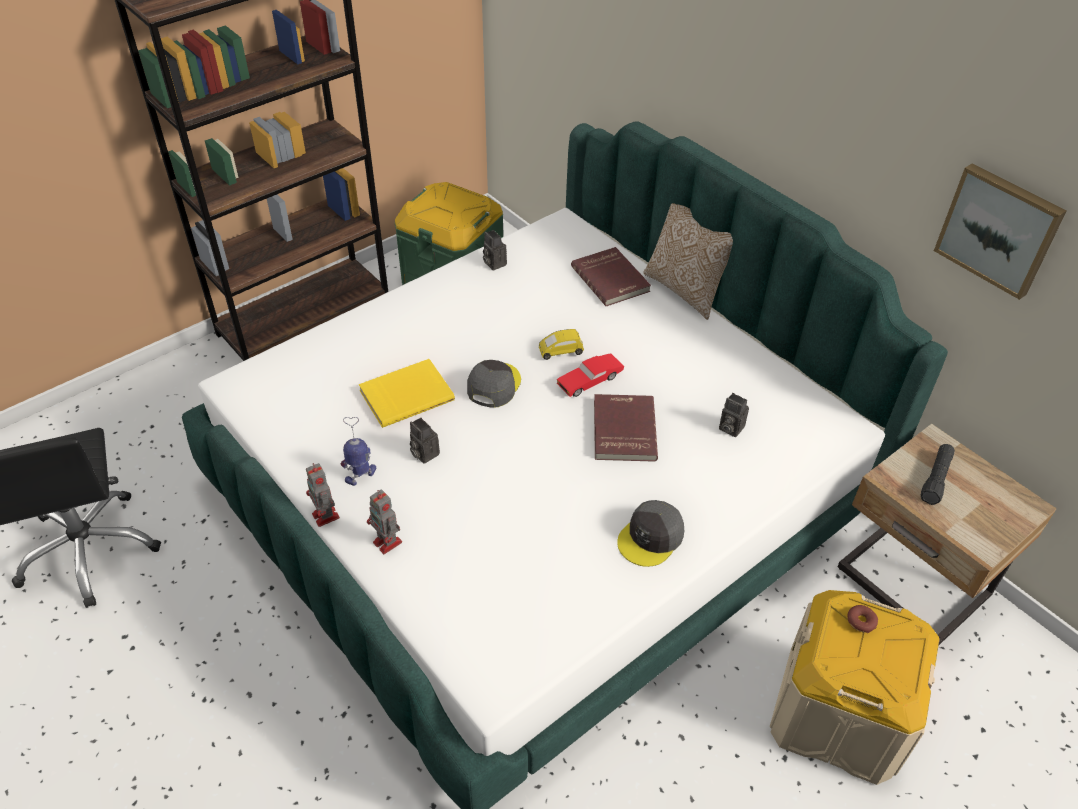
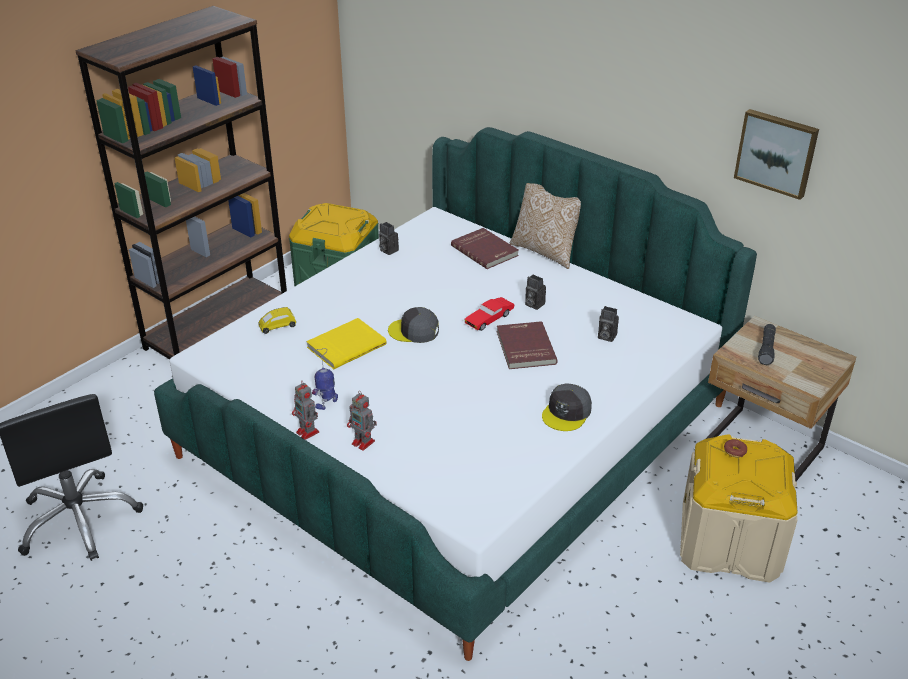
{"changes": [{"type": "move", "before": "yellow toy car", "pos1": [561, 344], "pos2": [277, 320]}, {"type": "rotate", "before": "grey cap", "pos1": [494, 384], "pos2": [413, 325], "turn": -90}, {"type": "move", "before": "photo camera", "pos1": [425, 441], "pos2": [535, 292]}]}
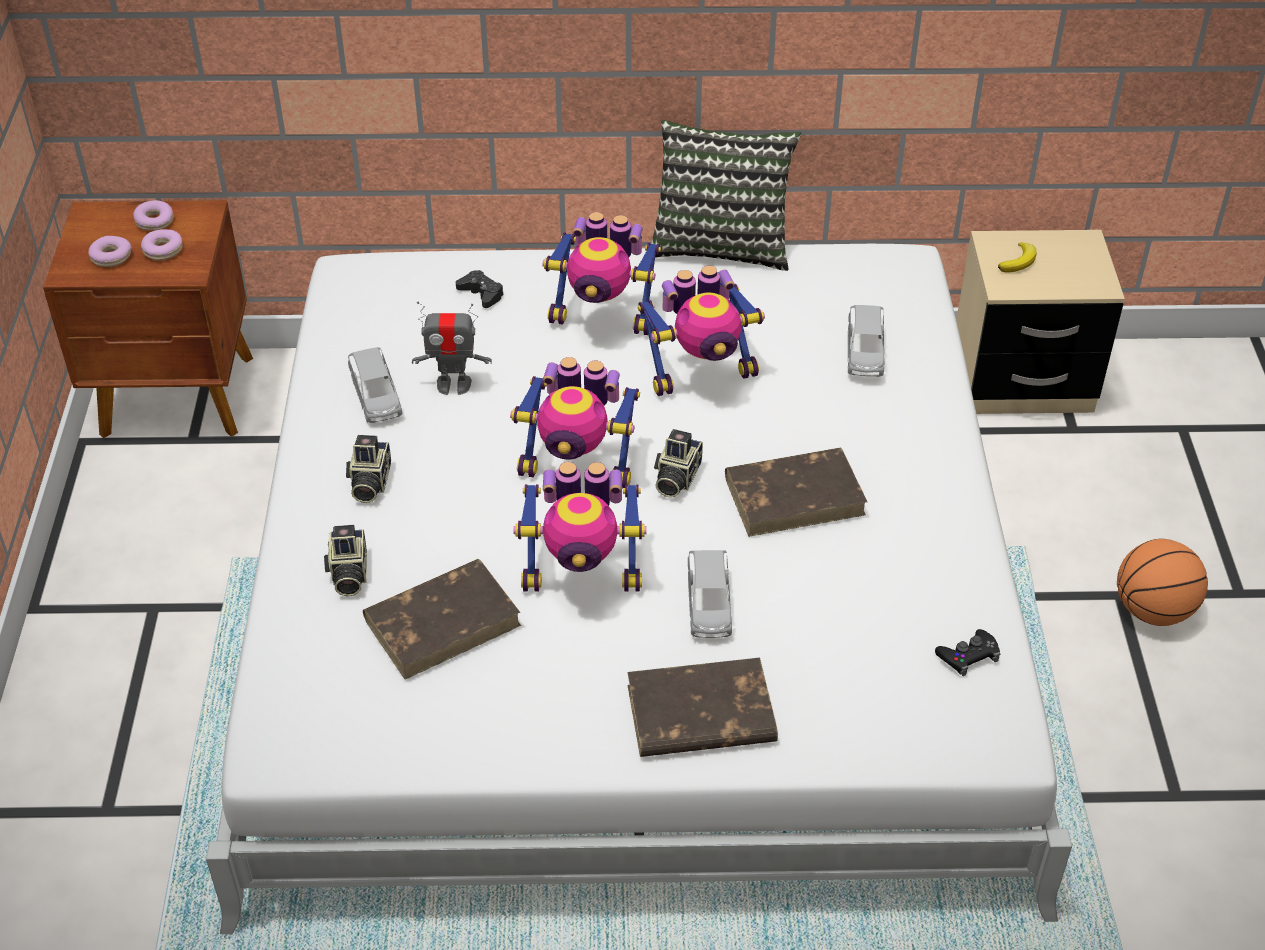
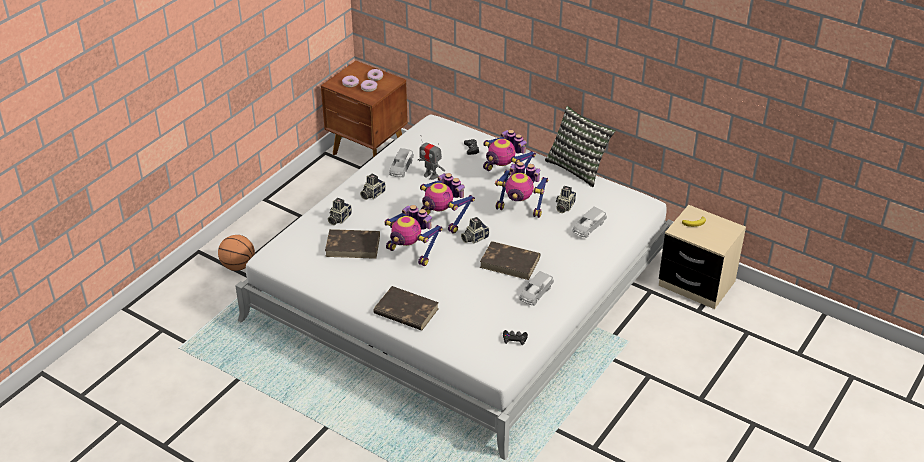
{"changes": [{"type": "move", "before": "basketball", "pos1": [1162, 582], "pos2": [236, 253]}, {"type": "move", "before": "grey toy car", "pos1": [710, 594], "pos2": [536, 288]}, {"type": "insert", "after": "photo camera", "pos2": [566, 199]}]}
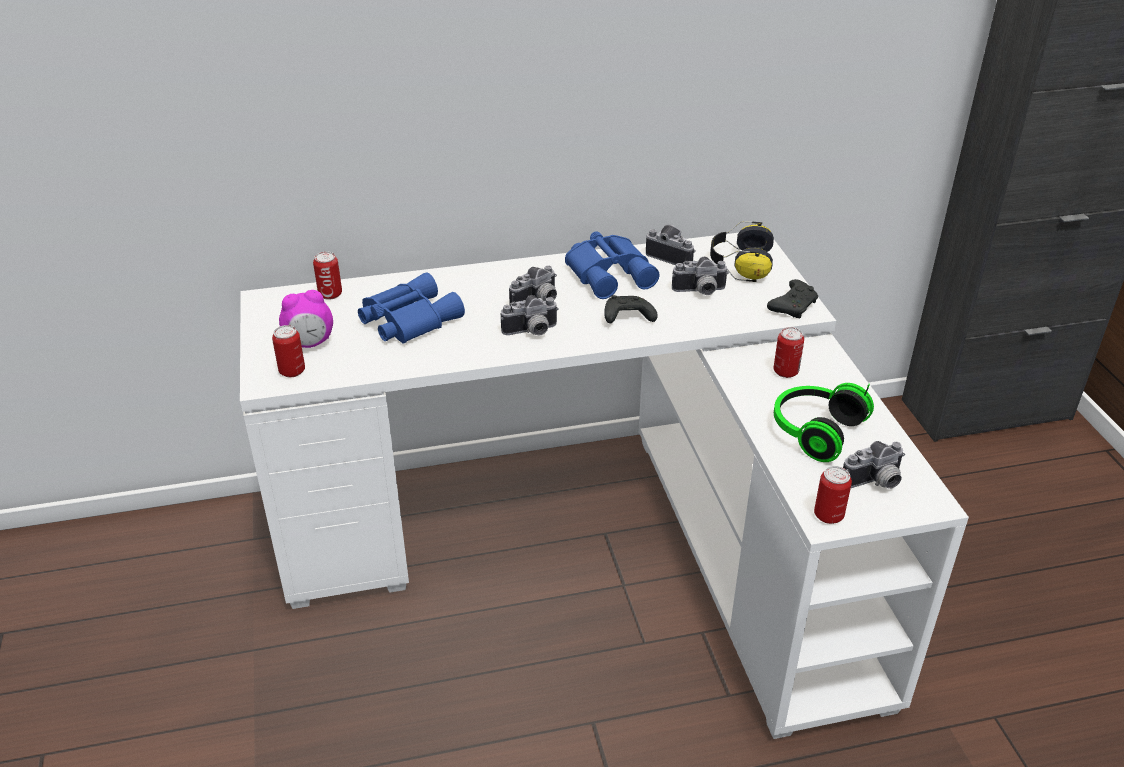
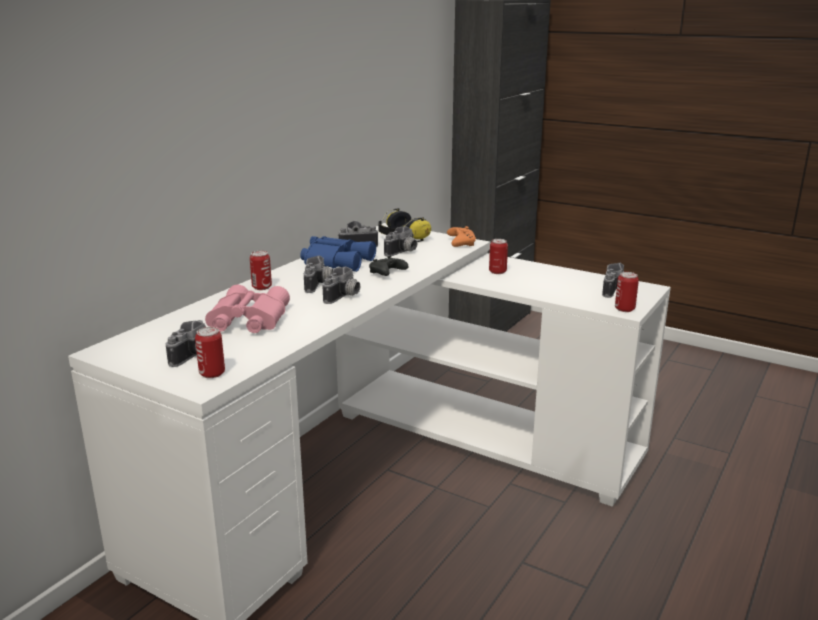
{"changes": [{"type": "replace", "before": "alarm clock", "after": "photo camera", "pos1": [306, 319], "pos2": [186, 343]}, {"type": "recolor", "before": "blue binoculars", "after": "pink binoculars", "pos1": [411, 308], "pos2": [247, 309]}, {"type": "move", "before": "can", "pos1": [327, 276], "pos2": [261, 270]}, {"type": "recolor", "before": "black game controller", "after": "orange game controller", "pos1": [792, 298], "pos2": [461, 236]}, {"type": "delete", "before": "headphones", "pos1": [824, 422]}]}
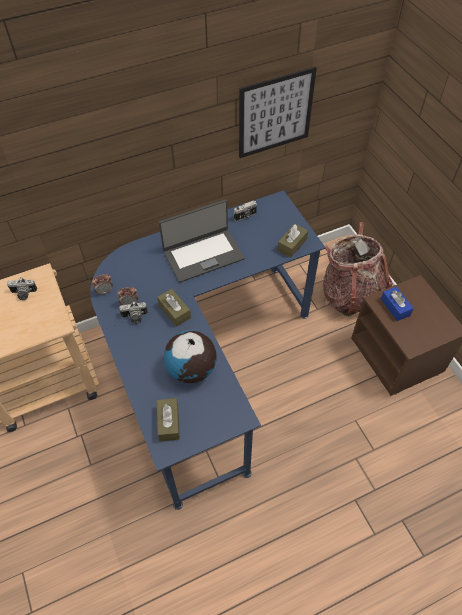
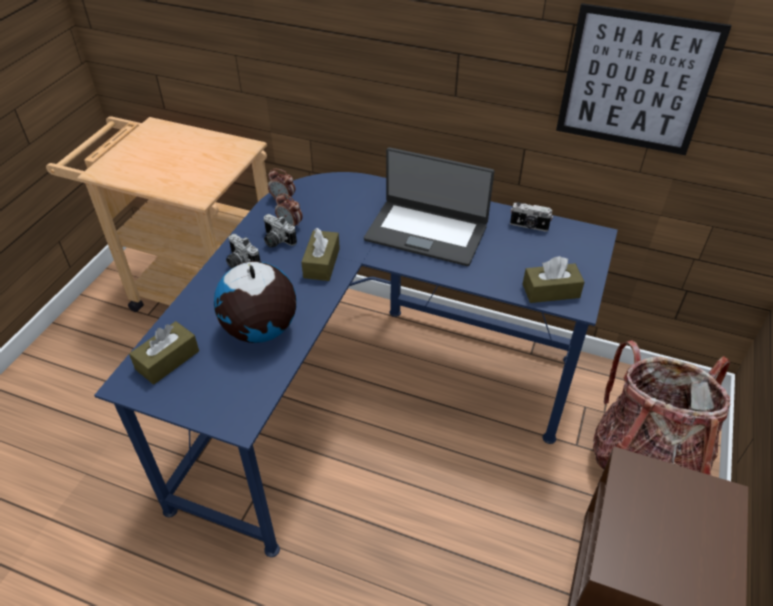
{"changes": [{"type": "move", "before": "photo camera", "pos1": [22, 289], "pos2": [243, 251]}, {"type": "delete", "before": "blue tissue box", "pos1": [397, 303]}]}
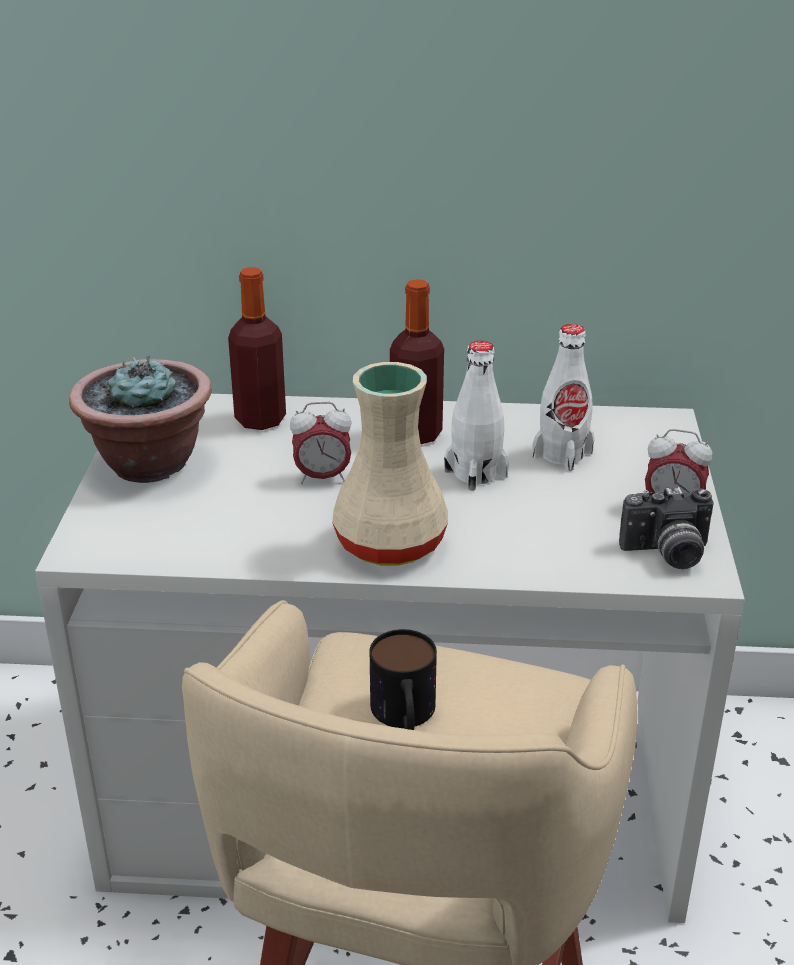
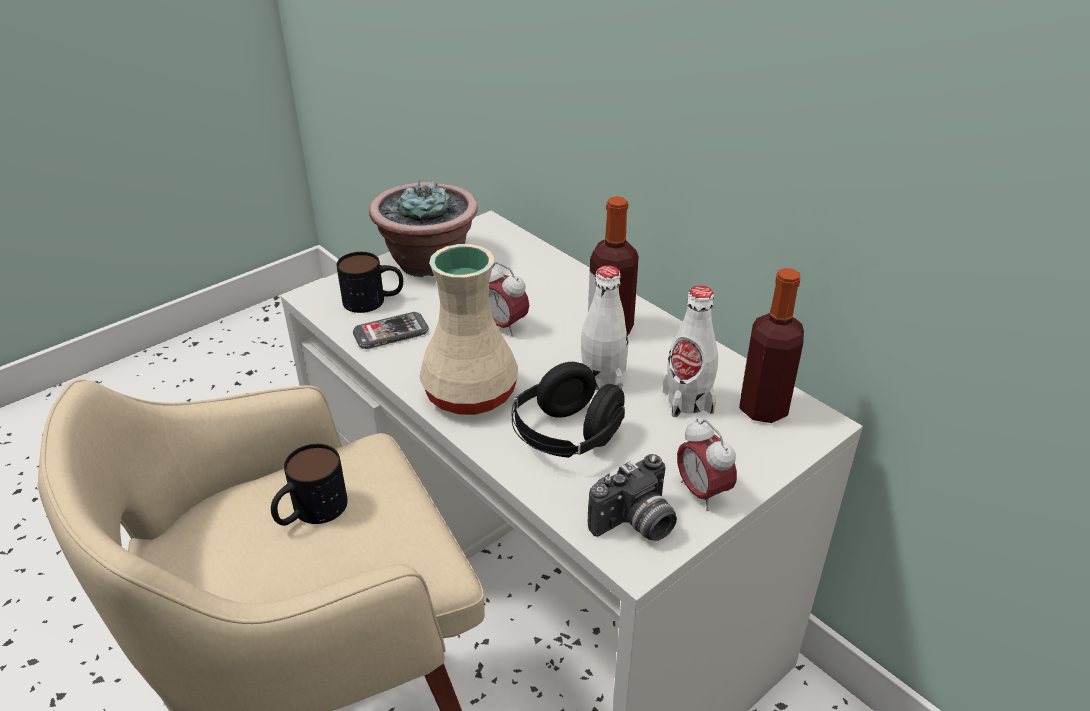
{"changes": [{"type": "insert", "after": "mug", "pos2": [369, 282]}, {"type": "insert", "after": "phone", "pos2": [391, 330]}, {"type": "insert", "after": "black headphones", "pos2": [568, 410]}, {"type": "rotate", "before": "photo camera", "pos1": [666, 528], "pos2": [632, 497], "turn": -75}, {"type": "move", "before": "bottle", "pos1": [257, 348], "pos2": [771, 345]}]}
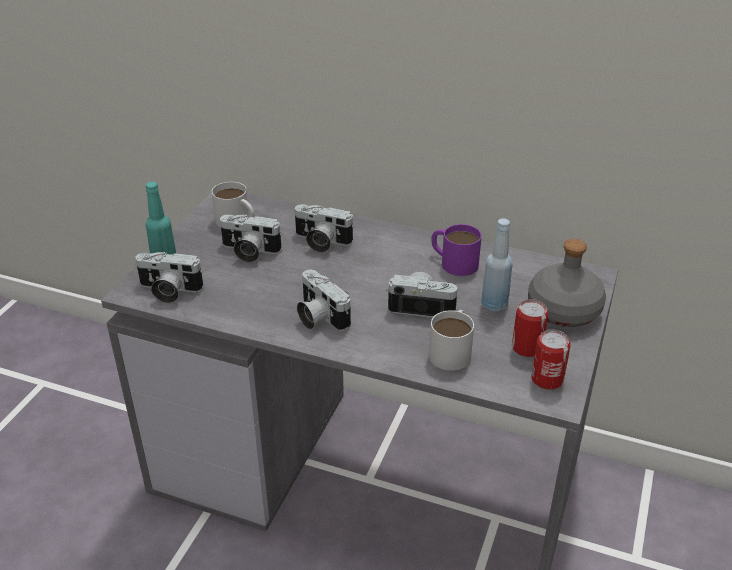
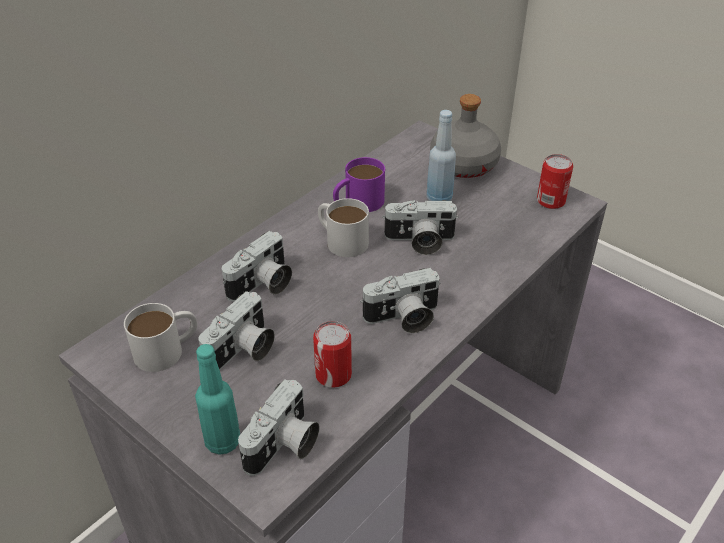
{"changes": [{"type": "move", "before": "can", "pos1": [530, 328], "pos2": [332, 354]}, {"type": "move", "before": "white mug", "pos1": [451, 340], "pos2": [343, 227]}, {"type": "rotate", "before": "photo camera", "pos1": [423, 294], "pos2": [420, 227], "turn": -120}]}
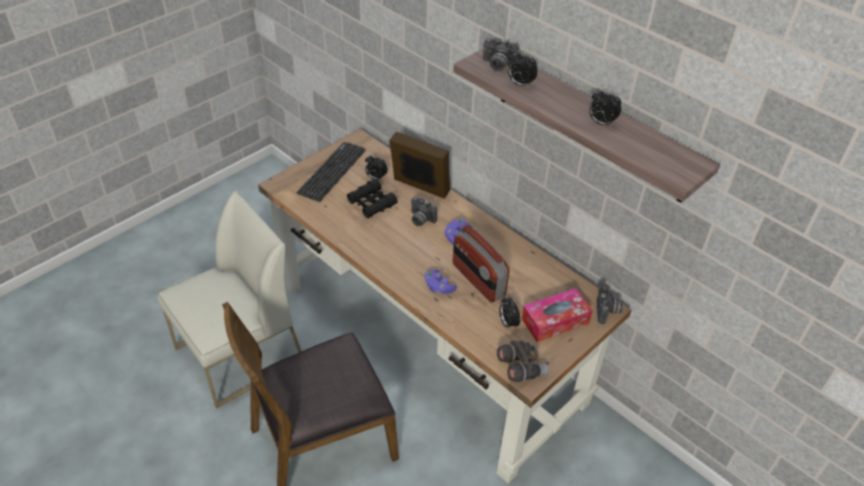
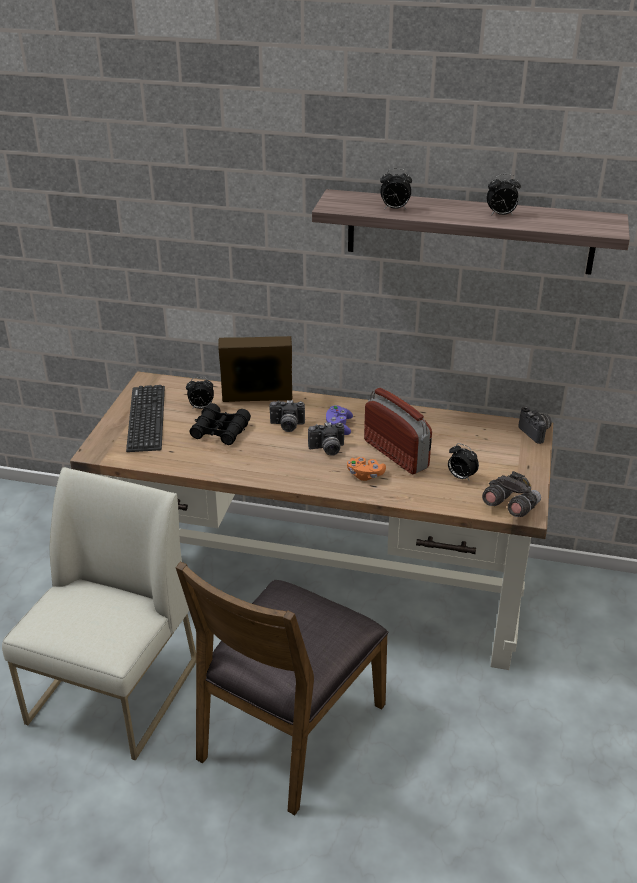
{"changes": [{"type": "move", "before": "photo camera", "pos1": [501, 54], "pos2": [326, 439]}, {"type": "recolor", "before": "purple game controller", "after": "orange game controller", "pos1": [440, 282], "pos2": [366, 469]}, {"type": "rotate", "before": "radio", "pos1": [481, 264], "pos2": [398, 431], "turn": -150}, {"type": "delete", "before": "tissue box", "pos1": [557, 315]}]}
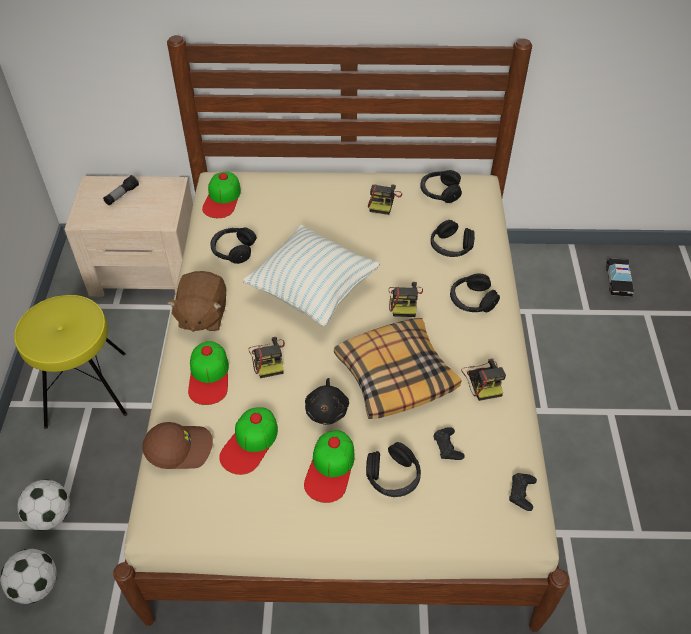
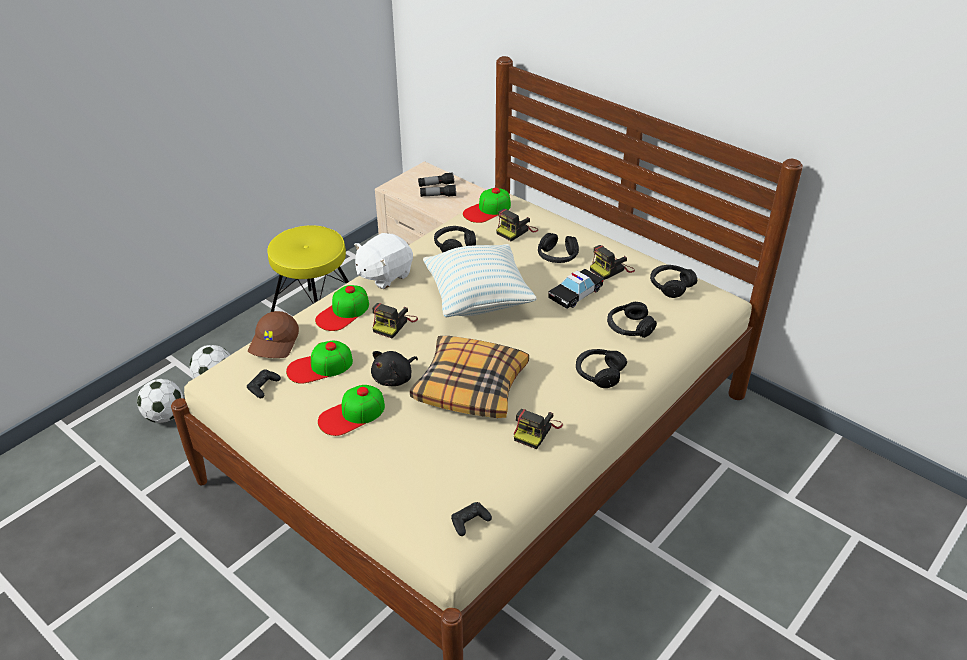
{"changes": [{"type": "move", "before": "black game controller", "pos1": [449, 443], "pos2": [264, 383]}, {"type": "rotate", "before": "brown cap", "pos1": [177, 445], "pos2": [273, 334], "turn": 75}, {"type": "recolor", "before": "brown plush toy", "after": "white plush toy", "pos1": [196, 301], "pos2": [383, 261]}, {"type": "insert", "after": "flashlight", "pos2": [438, 191]}, {"type": "move", "before": "photo camera", "pos1": [406, 299], "pos2": [517, 225]}, {"type": "move", "before": "black headphones", "pos1": [393, 469], "pos2": [558, 248]}, {"type": "move", "before": "toy car", "pos1": [620, 277], "pos2": [576, 289]}]}
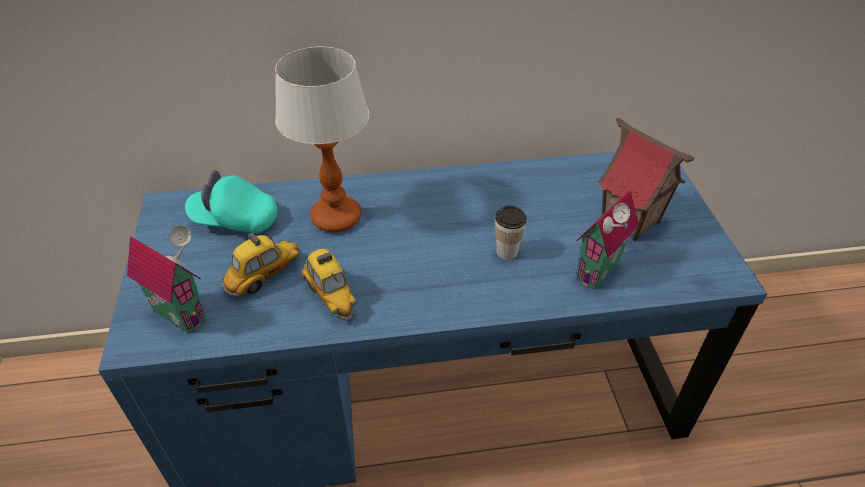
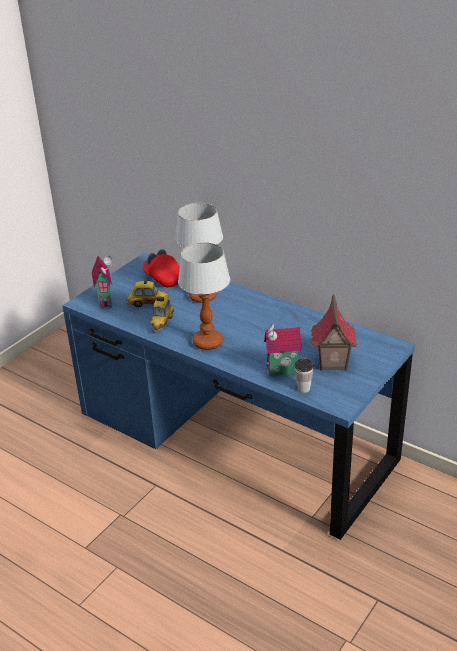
{"changes": [{"type": "recolor", "before": "turquoise cap", "after": "red cap", "pos1": [231, 201], "pos2": [161, 268]}, {"type": "insert", "after": "table lamp", "pos2": [204, 296]}, {"type": "move", "before": "cup", "pos1": [511, 233], "pos2": [304, 375]}]}
